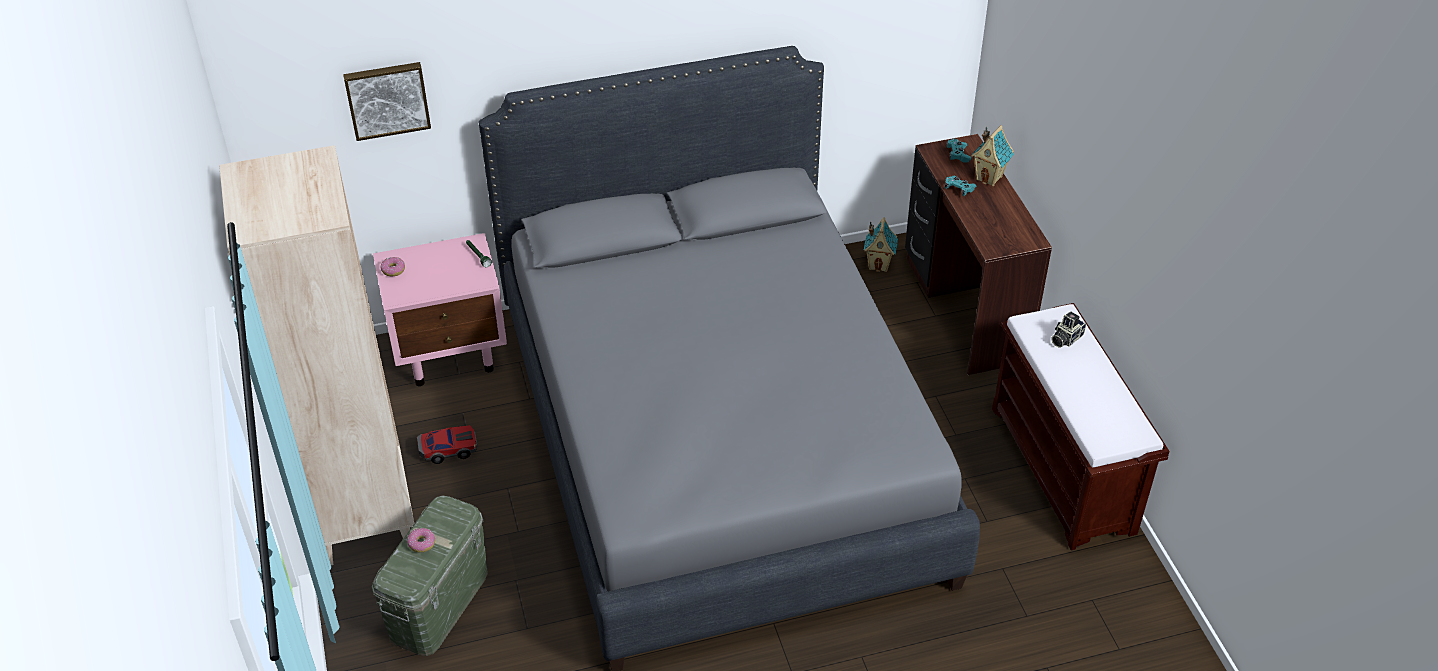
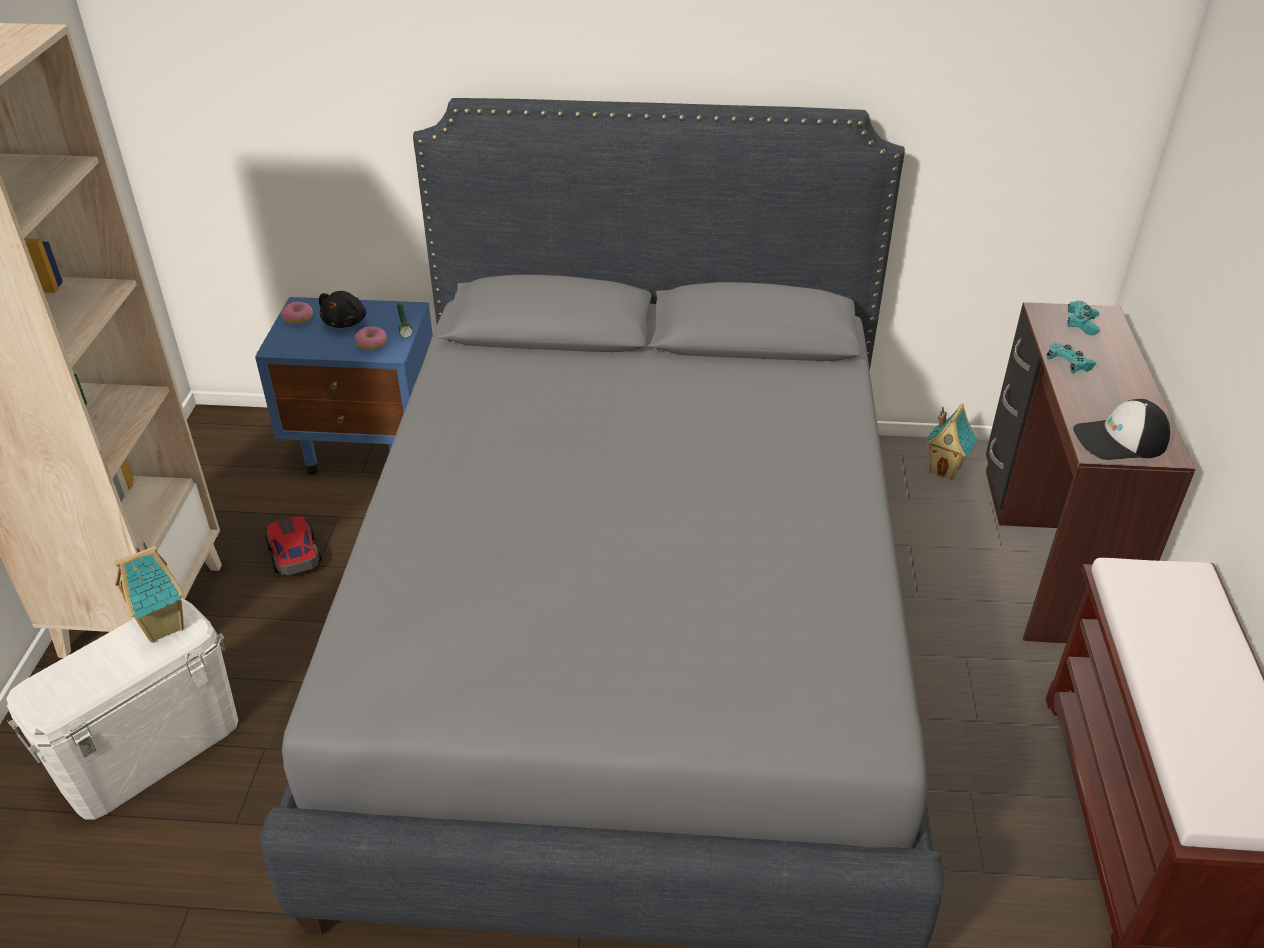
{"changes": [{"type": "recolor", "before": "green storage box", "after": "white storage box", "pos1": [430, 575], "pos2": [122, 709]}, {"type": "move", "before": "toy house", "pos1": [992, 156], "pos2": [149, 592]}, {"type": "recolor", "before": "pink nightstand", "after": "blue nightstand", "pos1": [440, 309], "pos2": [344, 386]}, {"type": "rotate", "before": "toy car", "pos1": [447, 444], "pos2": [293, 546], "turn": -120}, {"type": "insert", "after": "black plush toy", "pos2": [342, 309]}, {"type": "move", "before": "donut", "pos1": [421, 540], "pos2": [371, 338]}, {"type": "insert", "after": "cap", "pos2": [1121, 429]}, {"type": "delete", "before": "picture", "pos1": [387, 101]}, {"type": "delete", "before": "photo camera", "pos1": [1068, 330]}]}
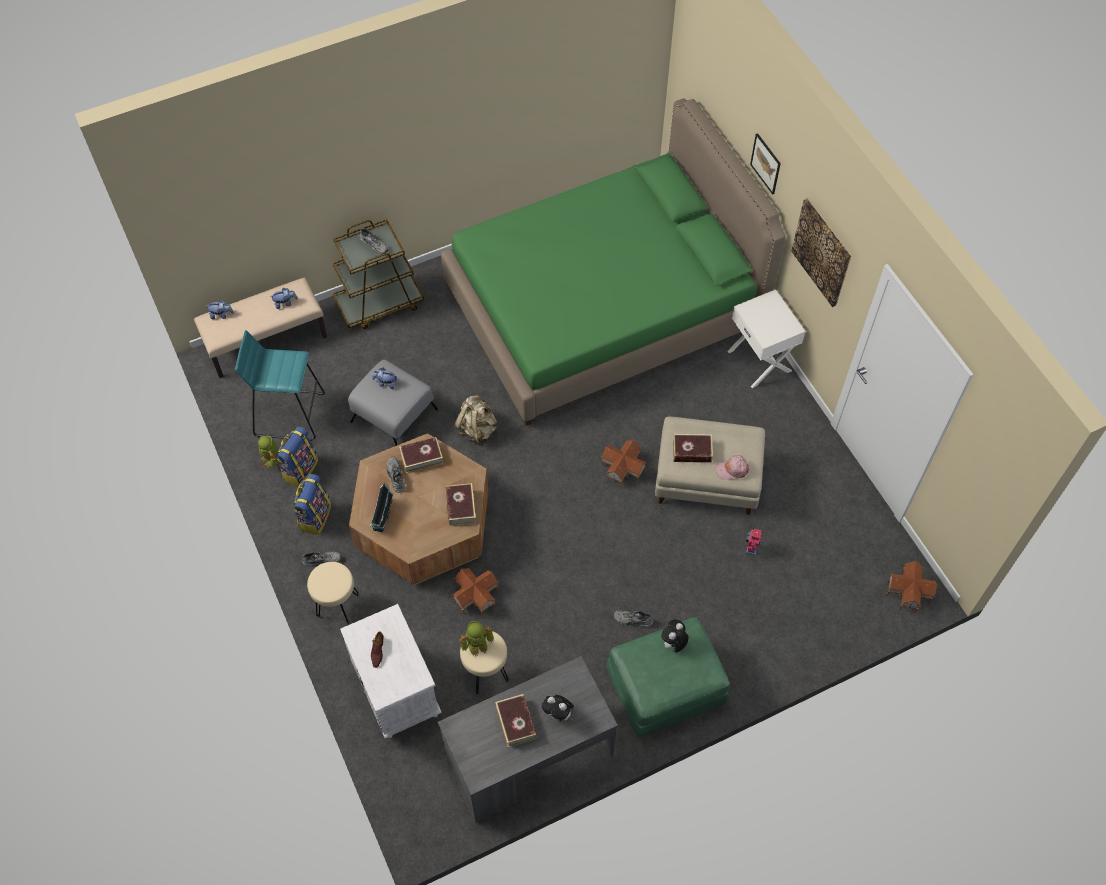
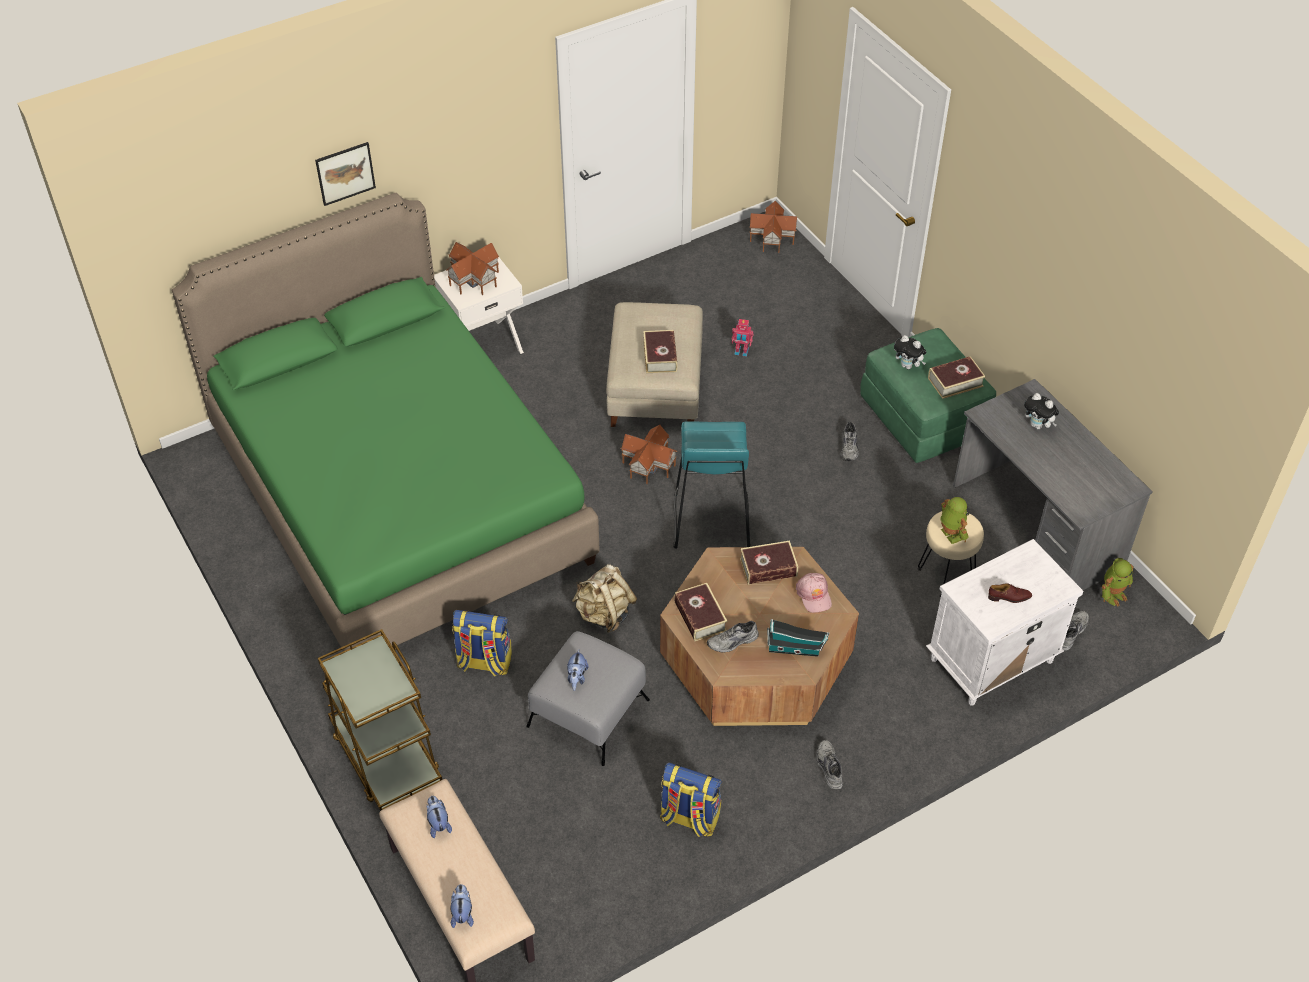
{"changes": [{"type": "move", "before": "toy house", "pos1": [475, 592], "pos2": [472, 268]}, {"type": "move", "before": "backpack", "pos1": [312, 504], "pos2": [482, 643]}, {"type": "move", "before": "turquoise stool", "pos1": [280, 385], "pos2": [712, 485]}, {"type": "move", "before": "pink cap", "pos1": [732, 467], "pos2": [814, 593]}, {"type": "move", "before": "book", "pos1": [516, 720], "pos2": [957, 377]}, {"type": "rotate", "before": "plush toy", "pos1": [557, 708], "pos2": [1041, 411], "turn": 105}, {"type": "move", "before": "grey shoe", "pos1": [374, 241], "pos2": [1075, 631]}, {"type": "move", "before": "toy robot", "pos1": [267, 451], "pos2": [1118, 582]}, {"type": "delete", "before": "beige stool", "pos1": [333, 593]}, {"type": "delete", "before": "picture", "pos1": [821, 252]}]}
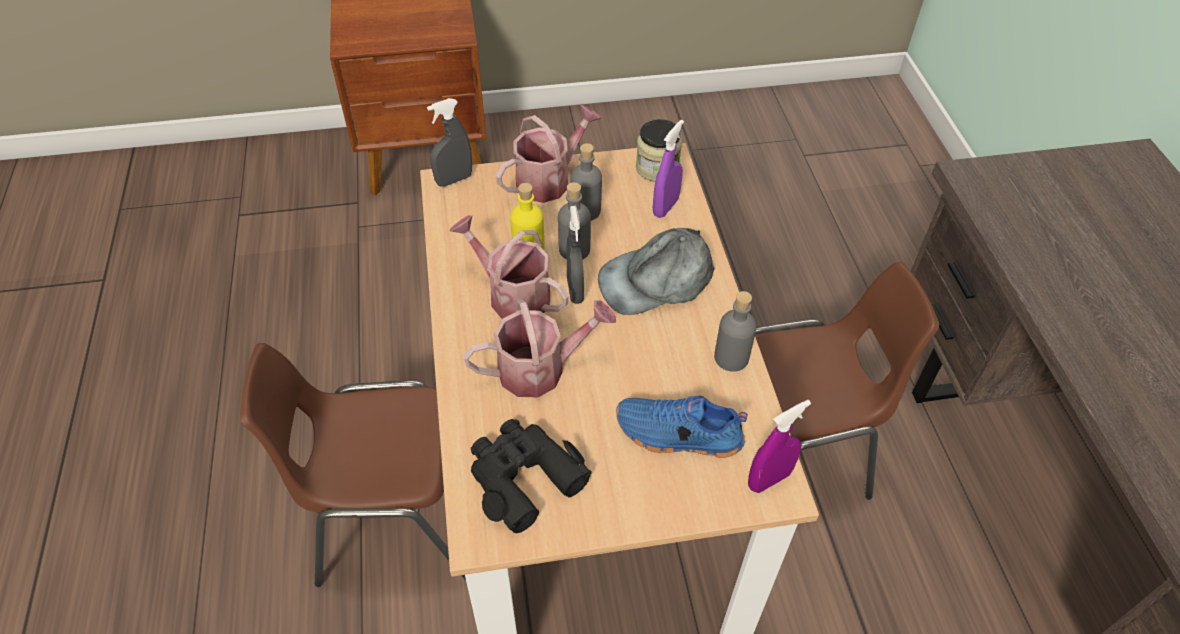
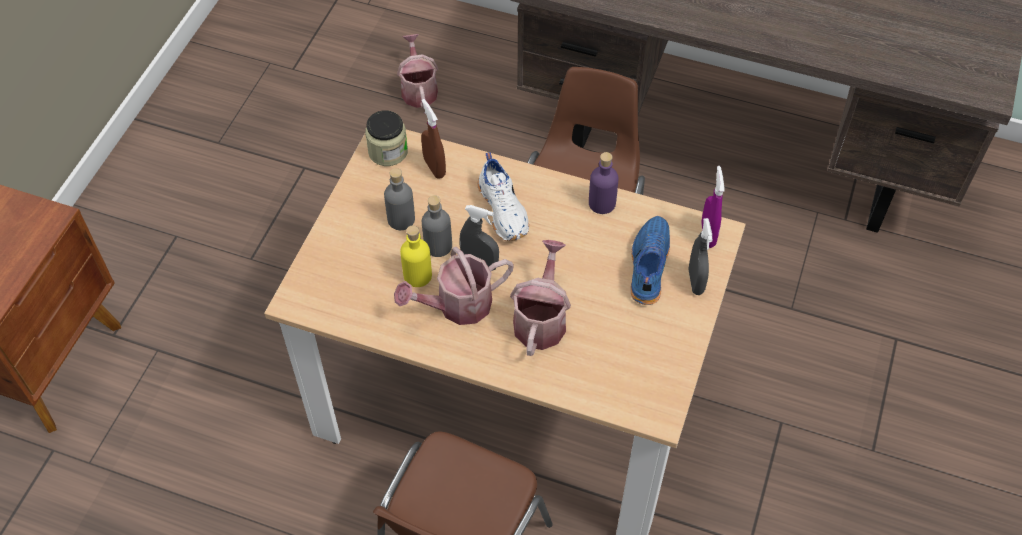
{"changes": [{"type": "move", "before": "watering can", "pos1": [549, 154], "pos2": [417, 71]}, {"type": "recolor", "before": "purple spray bottle", "after": "brown spray bottle", "pos1": [668, 169], "pos2": [433, 139]}, {"type": "replace", "before": "grey cap", "after": "white shoe", "pos1": [656, 271], "pos2": [503, 196]}, {"type": "recolor", "before": "grey bottle", "after": "purple bottle", "pos1": [735, 331], "pos2": [604, 183]}, {"type": "rotate", "before": "blue shoe", "pos1": [682, 427], "pos2": [650, 260], "turn": 150}, {"type": "move", "before": "grey spray bottle", "pos1": [449, 142], "pos2": [701, 256]}, {"type": "delete", "before": "black binoculars", "pos1": [531, 476]}]}
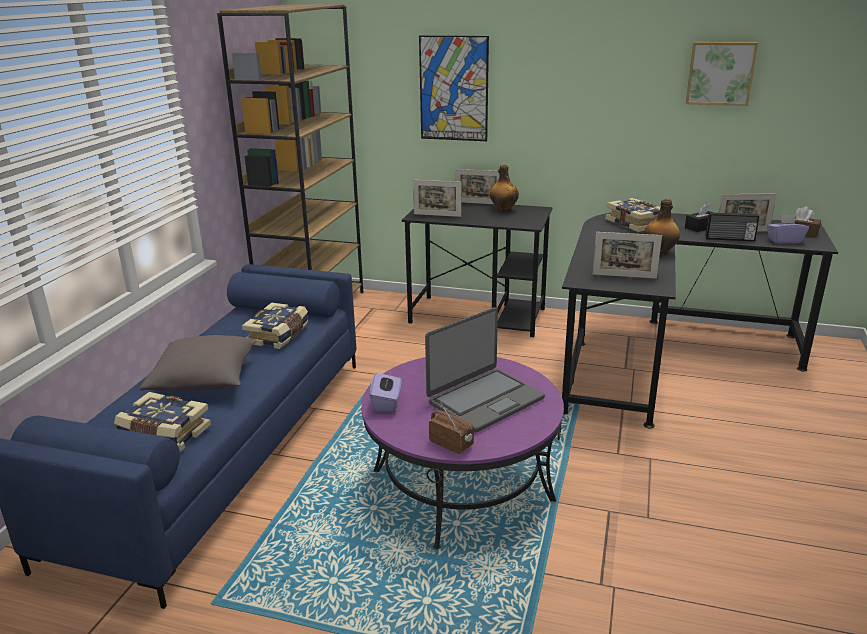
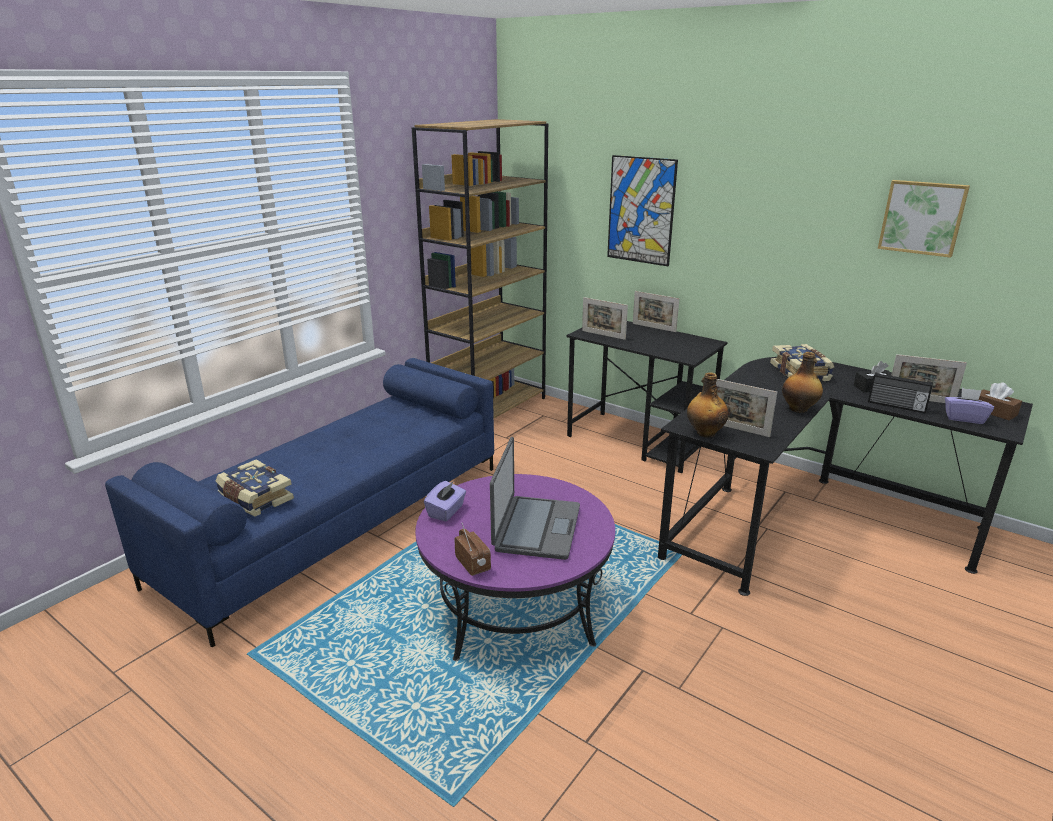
{"changes": [{"type": "rotate", "before": "laptop", "pos1": [485, 369], "pos2": [535, 498], "turn": -60}, {"type": "move", "before": "bottle", "pos1": [504, 188], "pos2": [708, 405]}, {"type": "delete", "before": "grey pillow", "pos1": [198, 363]}, {"type": "delete", "before": "book", "pos1": [275, 325]}]}
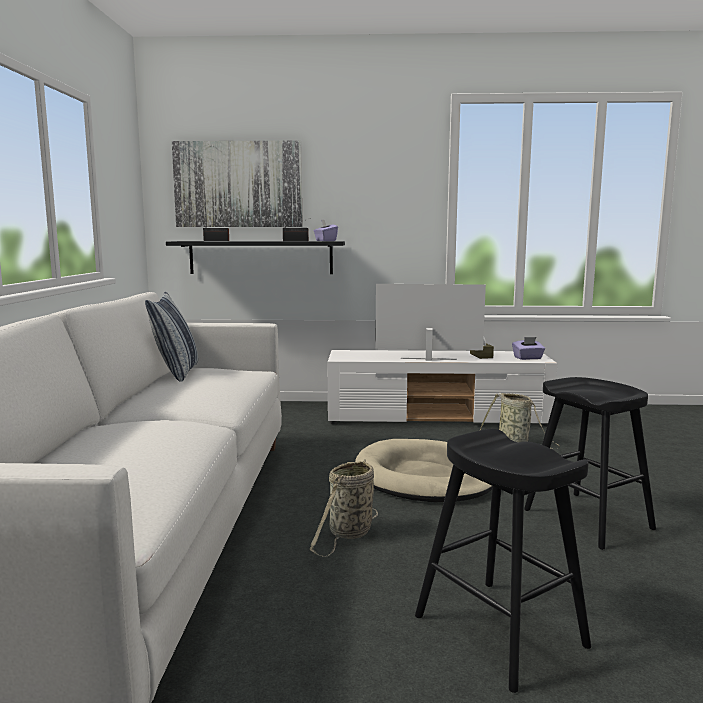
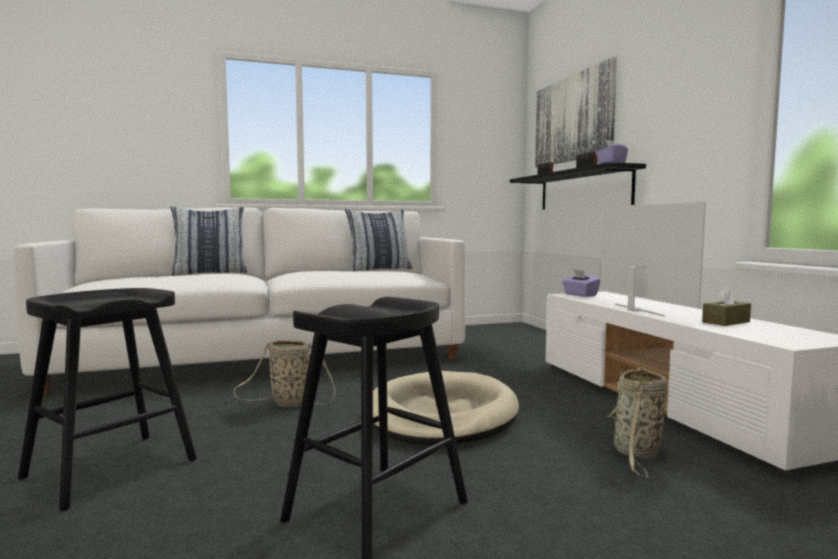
{"changes": [{"type": "insert", "after": "pillow", "pos2": [208, 241]}, {"type": "move", "before": "purple tissue box", "pos1": [528, 348], "pos2": [581, 283]}]}
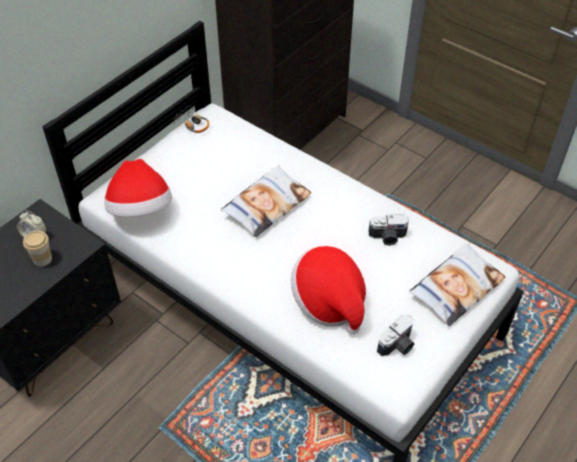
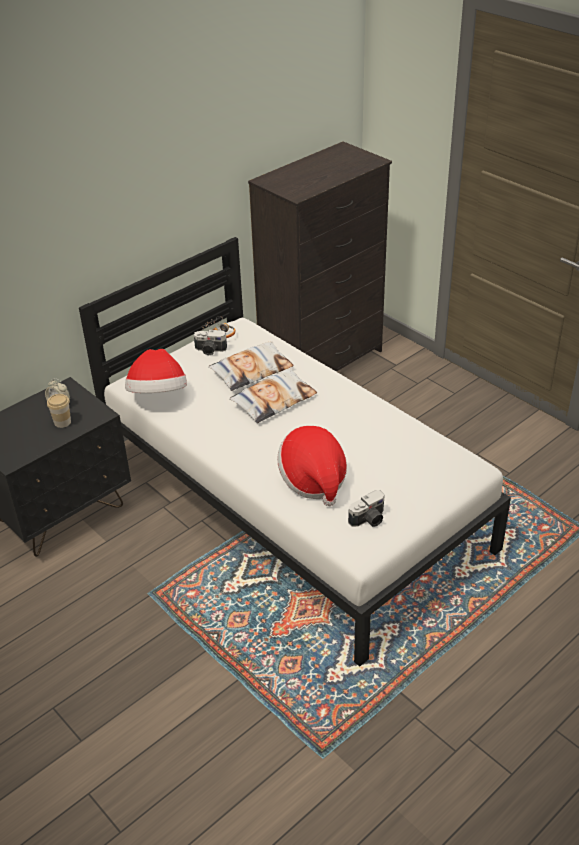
{"changes": [{"type": "move", "before": "photo camera", "pos1": [388, 230], "pos2": [210, 343]}, {"type": "move", "before": "pillow", "pos1": [457, 284], "pos2": [251, 366]}]}
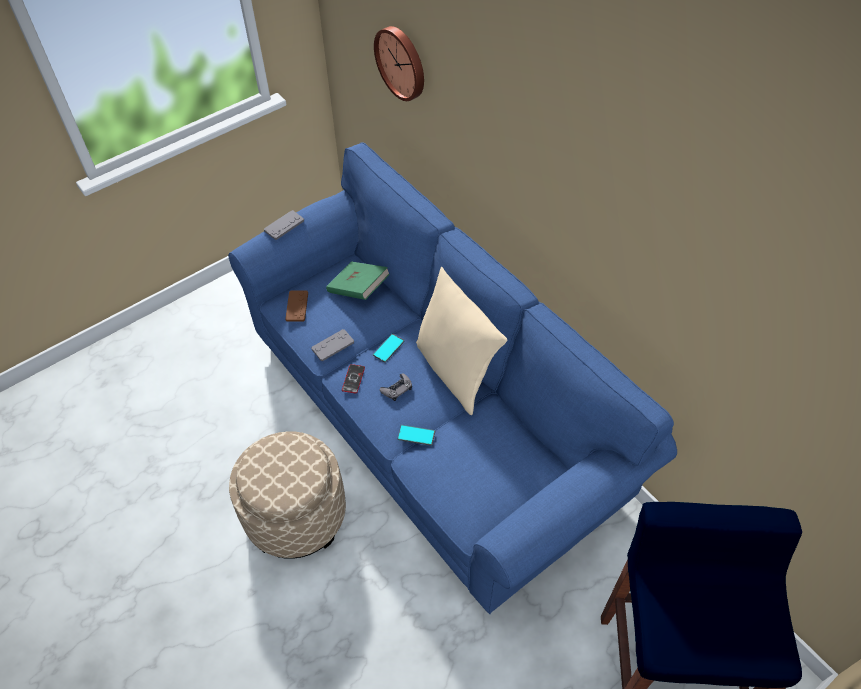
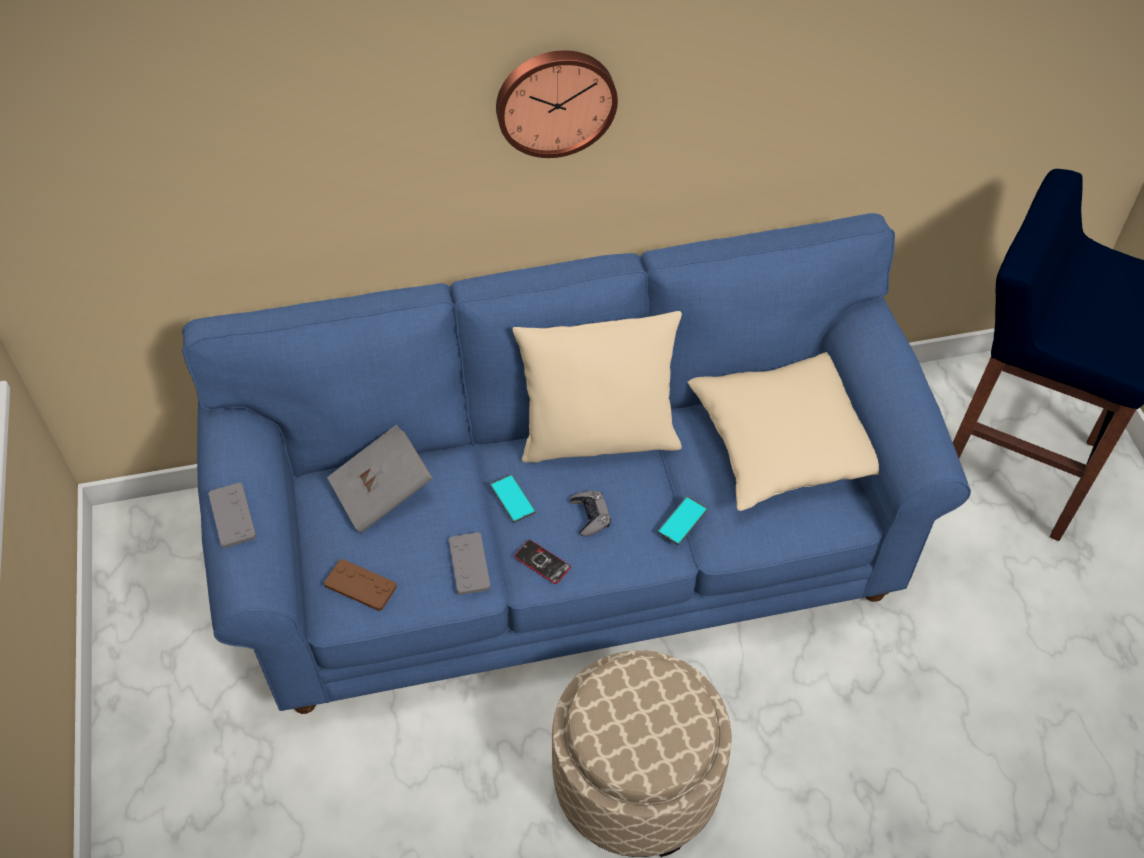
{"changes": [{"type": "recolor", "before": "green book", "after": "grey book", "pos1": [358, 280], "pos2": [380, 478]}, {"type": "move", "before": "wall clock", "pos1": [399, 63], "pos2": [557, 104]}, {"type": "insert", "after": "beige pillow", "pos2": [783, 431]}]}
